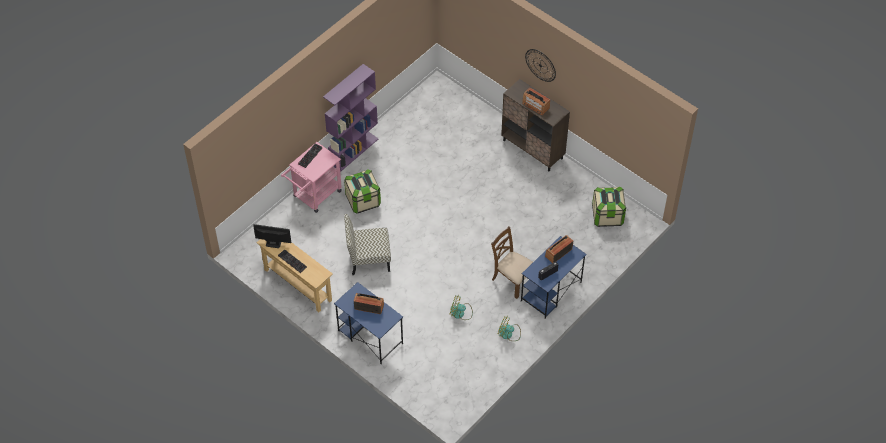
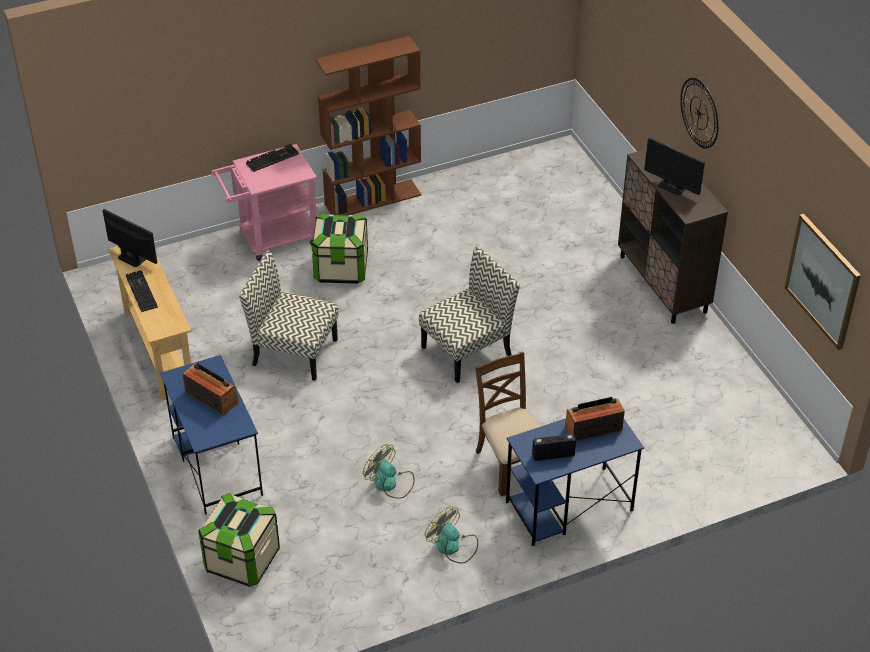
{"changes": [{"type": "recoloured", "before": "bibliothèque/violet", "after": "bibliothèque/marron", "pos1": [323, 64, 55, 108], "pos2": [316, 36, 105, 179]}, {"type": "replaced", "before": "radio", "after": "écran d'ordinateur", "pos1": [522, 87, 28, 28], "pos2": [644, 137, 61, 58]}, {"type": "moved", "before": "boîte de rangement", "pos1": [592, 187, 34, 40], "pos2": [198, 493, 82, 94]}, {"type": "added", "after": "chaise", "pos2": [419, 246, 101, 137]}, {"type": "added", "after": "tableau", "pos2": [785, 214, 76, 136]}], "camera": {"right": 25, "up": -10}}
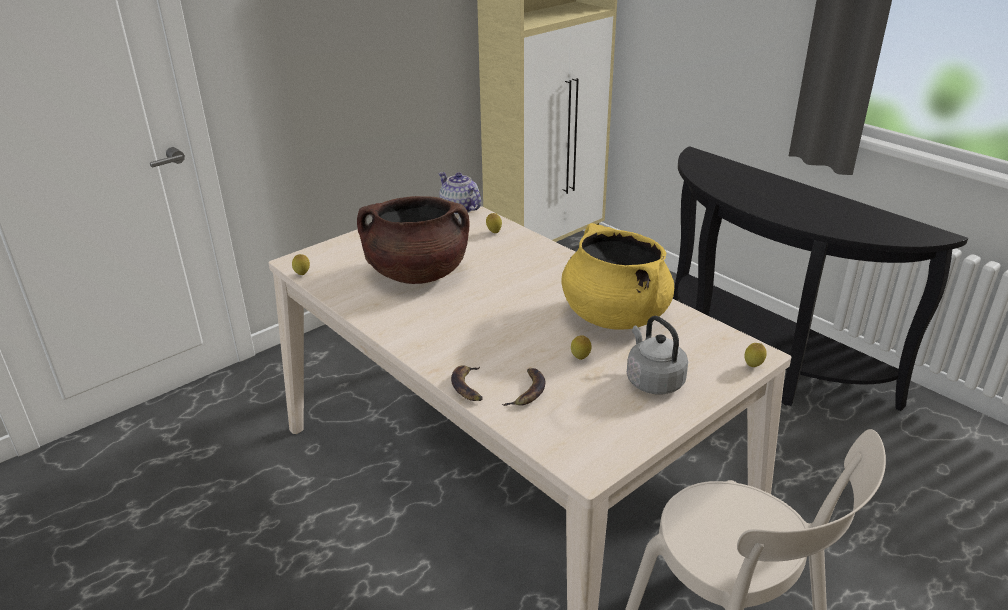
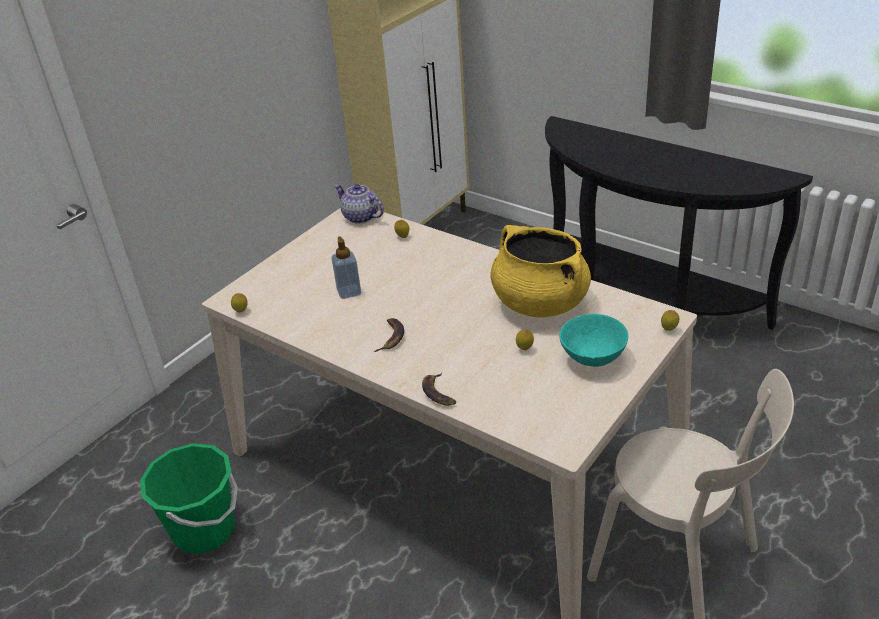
{"changes": [{"type": "replaced", "before": "marmite/marron", "after": "distributeur de savon", "pos1": [357, 196, 113, 88], "pos2": [331, 236, 30, 63]}, {"type": "moved", "before": "banane", "pos1": [502, 368, 43, 38], "pos2": [374, 318, 30, 34]}, {"type": "replaced", "before": "bouilloire/gris", "after": "bol/turquoise", "pos1": [627, 316, 61, 79], "pos2": [559, 314, 69, 53]}, {"type": "added", "after": "seau/vert", "pos2": [140, 443, 98, 111]}], "camera": {"right": -10, "up": 5}}
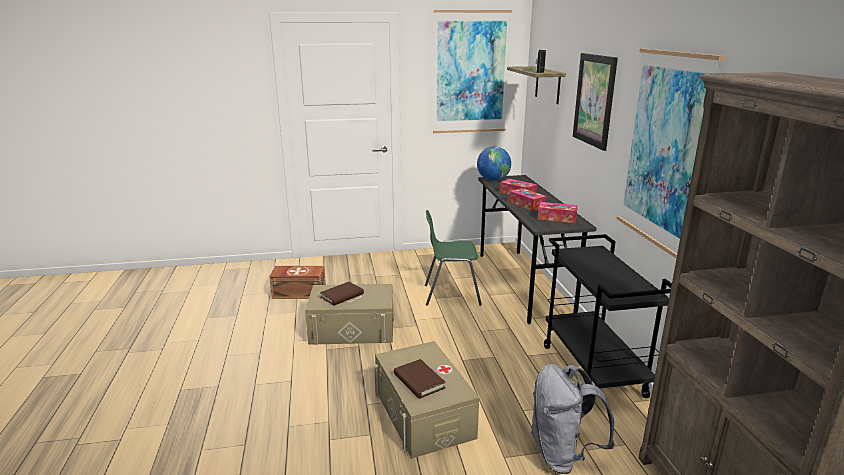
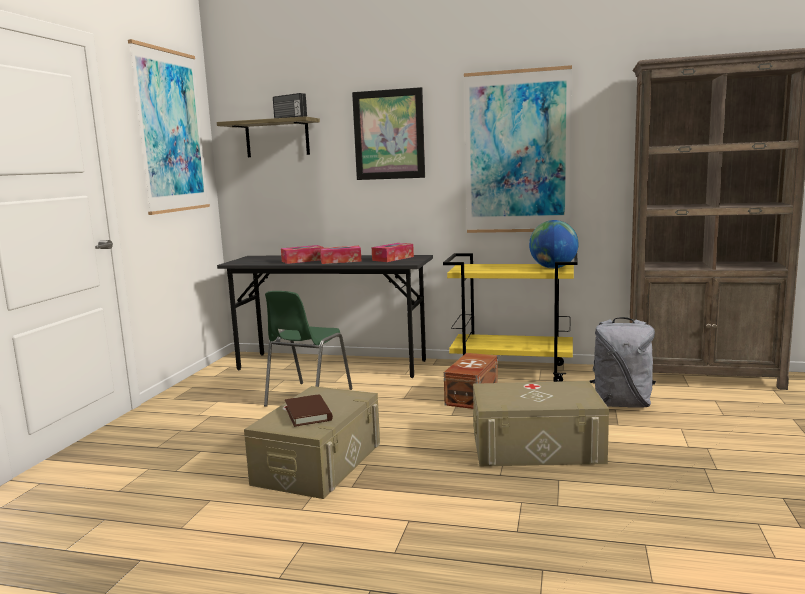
{"changes": [{"type": "moved", "before": "boîte de rangement/marron", "pos1": [269, 266, 57, 33], "pos2": [444, 353, 54, 56]}, {"type": "removed", "before": "livre/marron", "pos1": [394, 359, 52, 40]}, {"type": "moved", "before": "globe", "pos1": [477, 146, 34, 35], "pos2": [529, 220, 50, 49]}, {"type": "recoloured", "before": "chariot/noir", "after": "chariot/jaune", "pos1": [544, 234, 128, 167], "pos2": [443, 253, 135, 129]}], "camera": {"right": -65, "up": -10}}
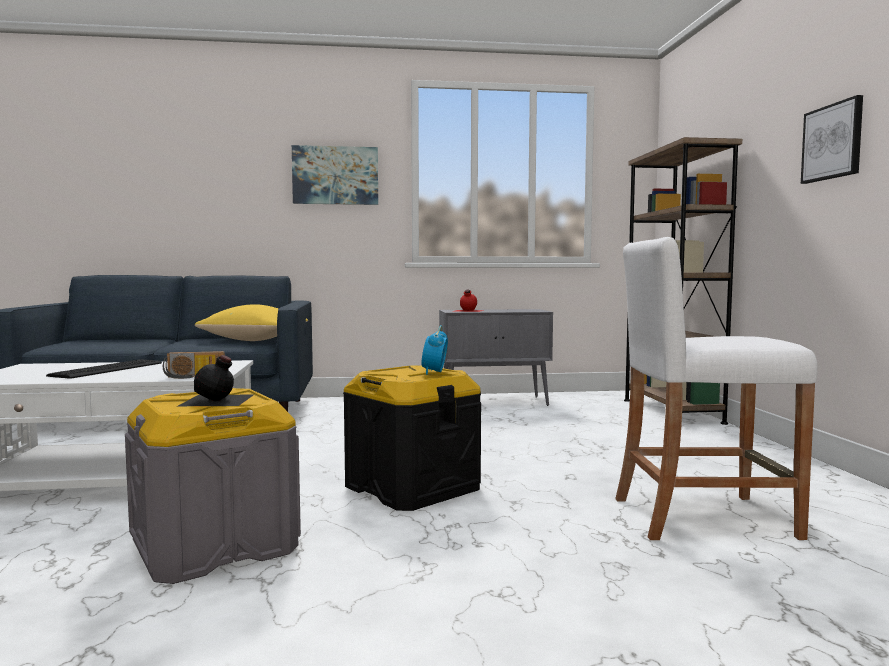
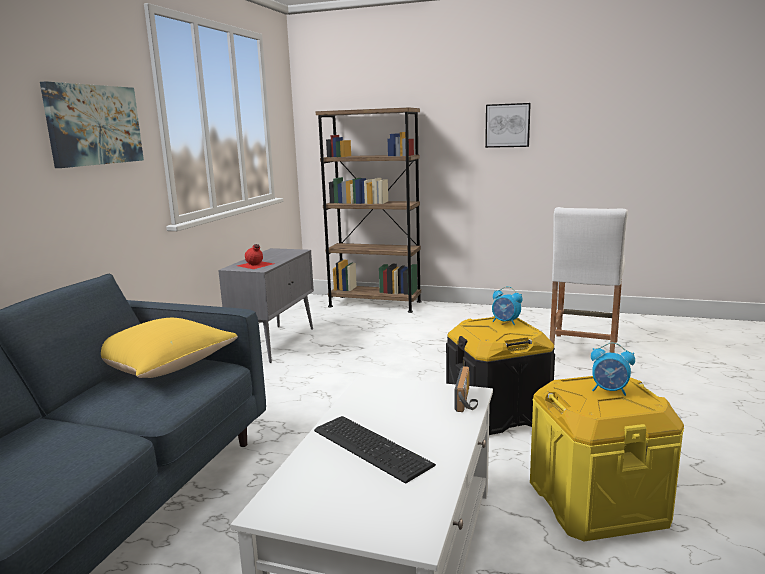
{"changes": [{"type": "recoloured", "before": "boîte de rangement/gris", "after": "boîte de rangement/jaune", "pos1": [125, 388, 176, 196], "pos2": [530, 376, 154, 165]}, {"type": "replaced", "before": "bouteille/noir", "after": "réveil", "pos1": [178, 355, 75, 51], "pos2": [591, 343, 44, 53]}], "camera": {"right": -65, "up": 10}}
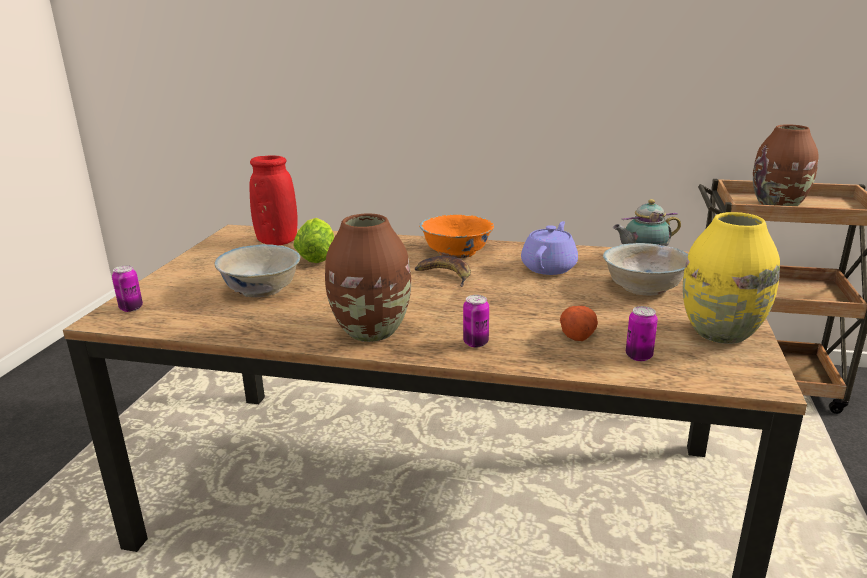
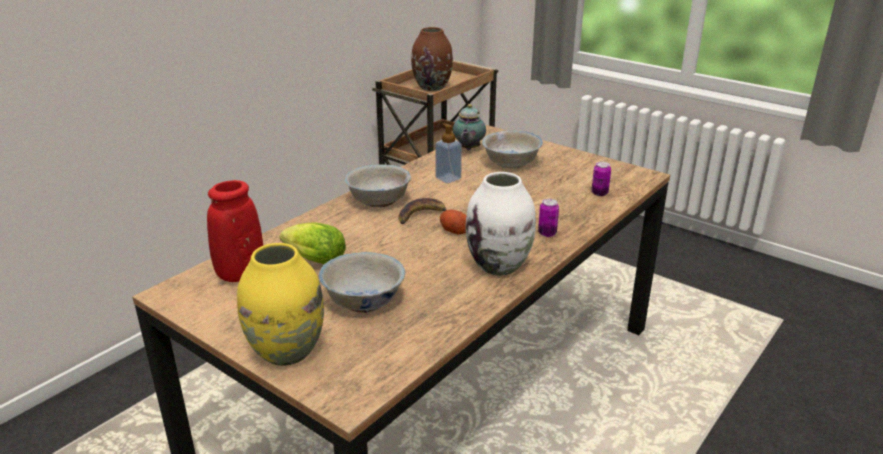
{"changes": [{"type": "removed", "before": "boîte métallique", "pos1": [112, 265, 31, 47]}, {"type": "recoloured", "before": "vase/marron", "after": "vase/blanc", "pos1": [325, 213, 86, 129], "pos2": [466, 172, 70, 104]}, {"type": "recoloured", "before": "bol/orange", "after": "bol/blanc", "pos1": [419, 214, 75, 44], "pos2": [344, 165, 67, 42]}, {"type": "replaced", "before": "théière/violet", "after": "distributeur de savon", "pos1": [521, 221, 57, 54], "pos2": [435, 123, 27, 60]}, {"type": "moved", "before": "pomme de terre", "pos1": [560, 306, 38, 35], "pos2": [440, 210, 26, 24]}, {"type": "moved", "before": "vase/jaune", "pos1": [683, 212, 97, 132], "pos2": [237, 243, 87, 123]}], "camera": {"right": -65, "up": 5}}
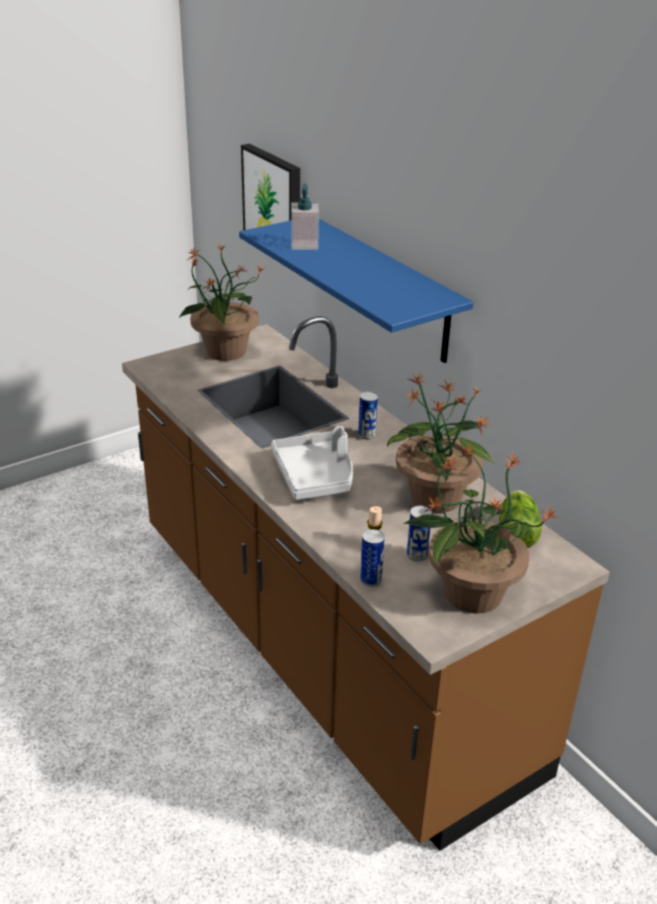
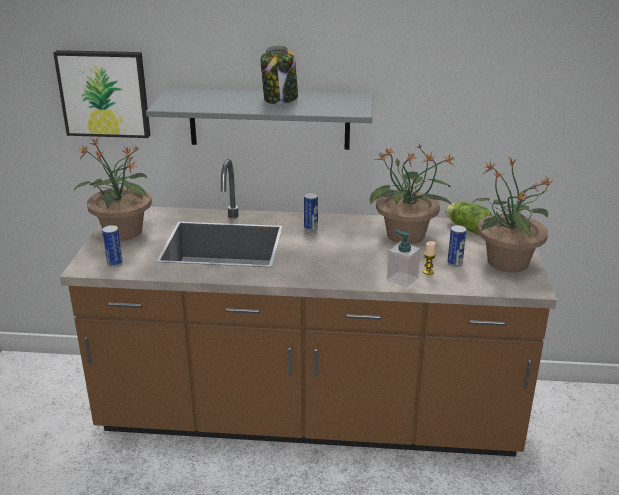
{"changes": [{"type": "recoloured", "before": "étagère/bleu", "after": "étagère/gris", "pos1": [239, 219, 235, 144], "pos2": [146, 88, 227, 62]}, {"type": "removed", "before": "plateau/gris", "pos1": [271, 426, 82, 74]}, {"type": "moved", "before": "distributeur de savon", "pos1": [291, 184, 28, 66], "pos2": [387, 230, 34, 57]}, {"type": "moved", "before": "boîte métallique", "pos1": [360, 529, 25, 58], "pos2": [102, 225, 21, 42]}, {"type": "added", "after": "bocal", "pos2": [261, 46, 37, 58]}], "camera": {"right": -50, "up": -5}}
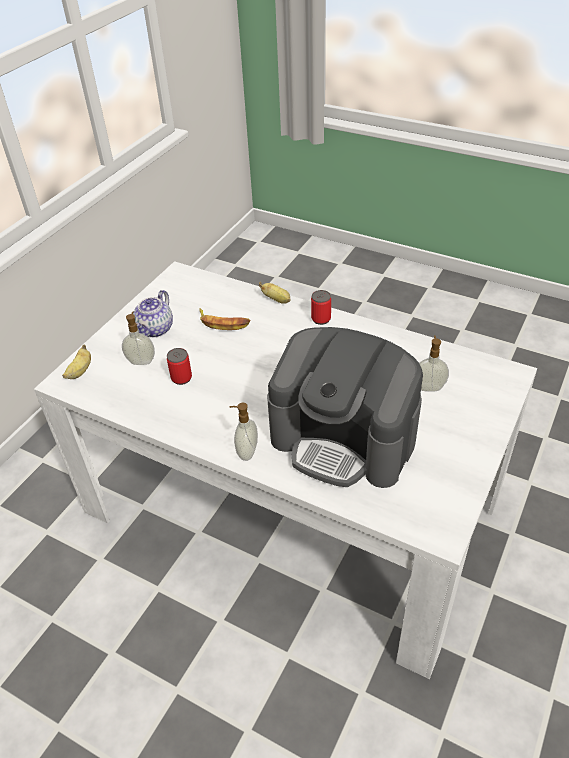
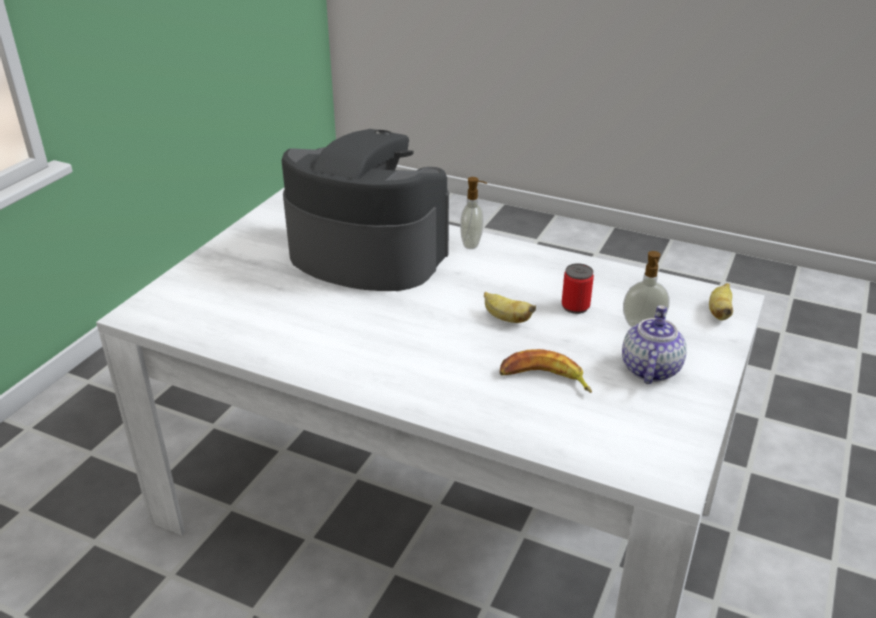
{"changes": [{"type": "moved", "before": "banane", "pos1": [259, 282, 32, 22], "pos2": [484, 292, 52, 31]}, {"type": "removed", "before": "boîte métallique", "pos1": [311, 290, 20, 35]}, {"type": "removed", "before": "distributeur de savon", "pos1": [419, 336, 30, 56]}], "camera": {"right": 175, "up": -10}}
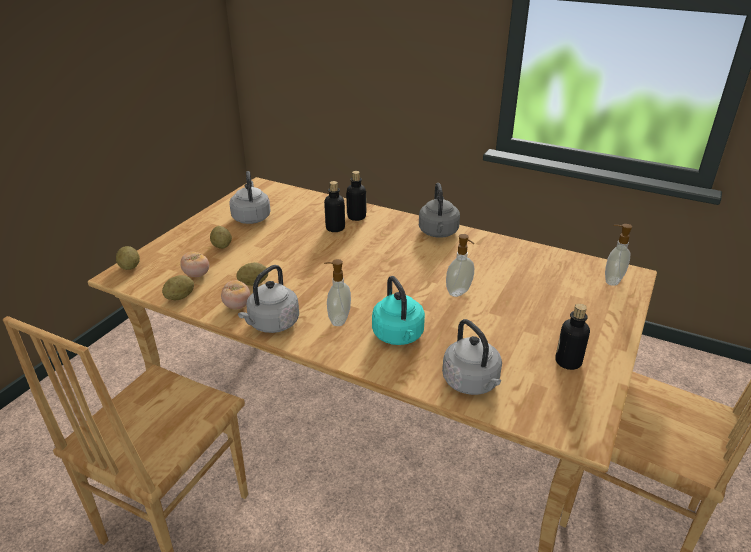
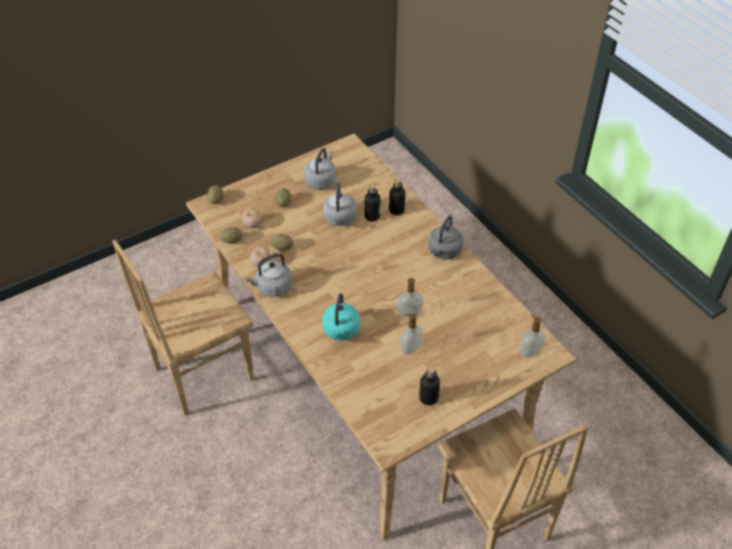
{"changes": [{"type": "moved", "before": "distributeur de savon", "pos1": [324, 259, 27, 67], "pos2": [400, 313, 23, 42]}, {"type": "moved", "before": "bouilloire/gris", "pos1": [442, 319, 60, 76], "pos2": [323, 182, 34, 44]}], "camera": {"right": 30, "up": 15}}
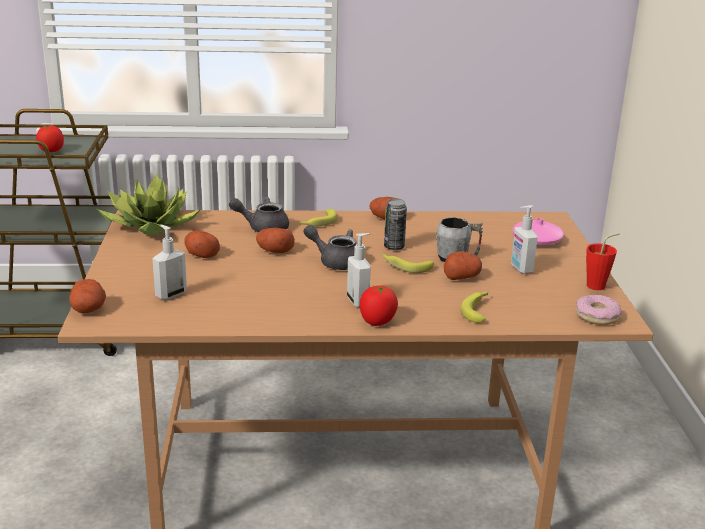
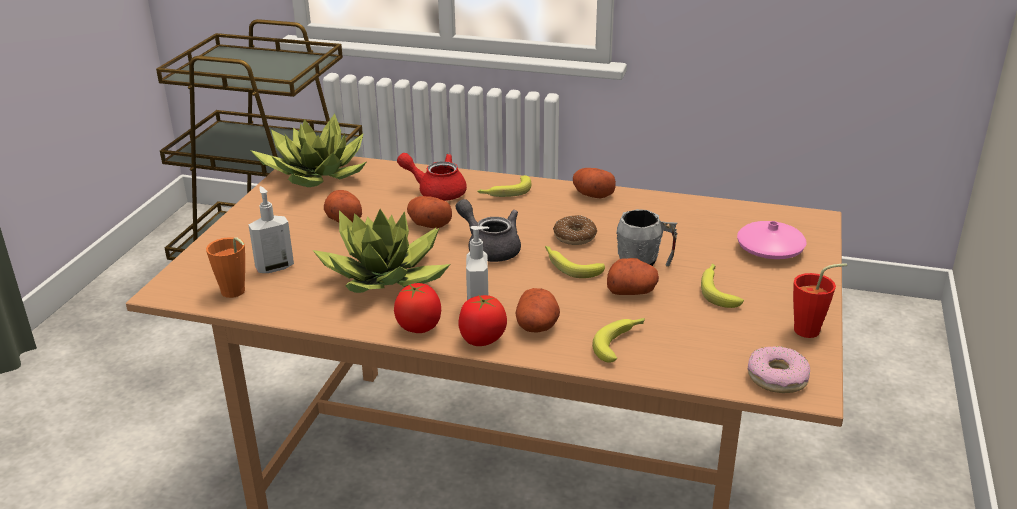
{"changes": [{"type": "moved", "before": "tomate", "pos1": [36, 125, 28, 27], "pos2": [394, 283, 47, 50]}, {"type": "moved", "before": "pomme de terre", "pos1": [69, 279, 37, 34], "pos2": [515, 288, 45, 45]}, {"type": "recoloured", "before": "théière/gris", "after": "théière/rouge", "pos1": [229, 197, 60, 35], "pos2": [397, 153, 70, 48]}, {"type": "replaced", "before": "boîte métallique", "after": "beignet", "pos1": [384, 199, 23, 51], "pos2": [553, 215, 44, 30]}, {"type": "replaced", "before": "distributeur de savon", "after": "banane", "pos1": [511, 205, 27, 69], "pos2": [701, 263, 43, 45]}, {"type": "added", "after": "tasse/orange", "pos2": [206, 237, 39, 61]}, {"type": "added", "after": "plante en pot", "pos2": [313, 209, 137, 84]}], "camera": {"right": 20, "up": 5}}
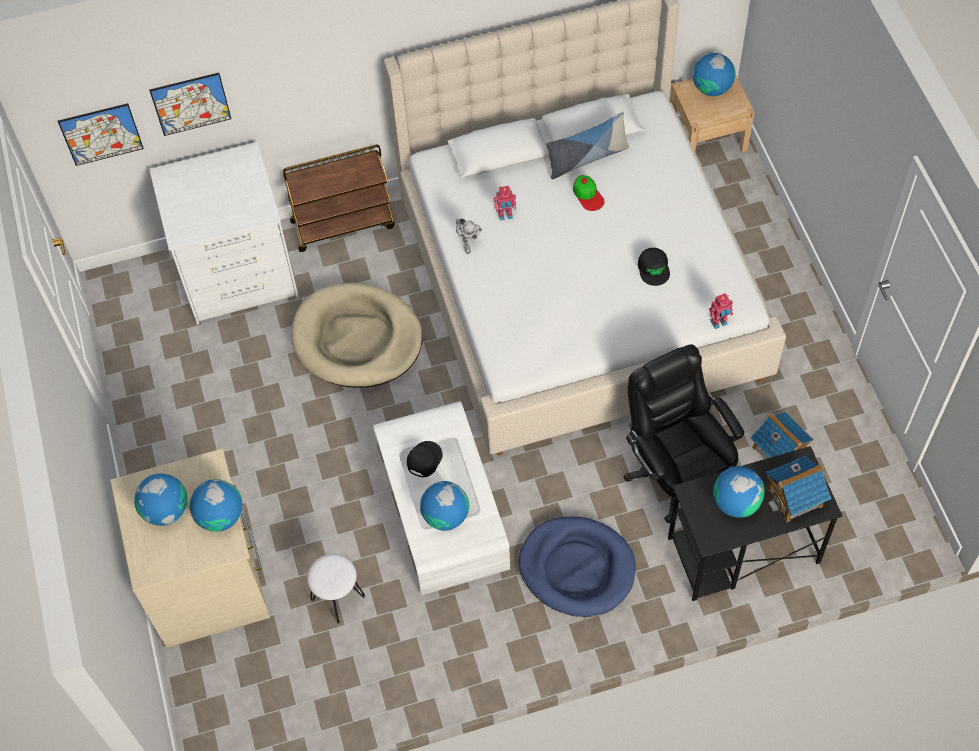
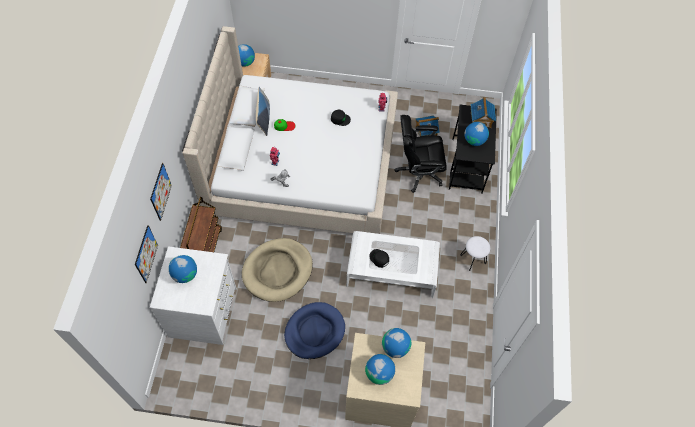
{"changes": [{"type": "moved", "before": "tableau", "pos1": [58, 103, 86, 63], "pos2": [150, 163, 22, 58]}, {"type": "moved", "before": "tabouret/blanc", "pos1": [307, 554, 58, 70], "pos2": [460, 236, 30, 35]}, {"type": "moved", "before": "globe", "pos1": [420, 481, 49, 50], "pos2": [169, 255, 28, 28]}, {"type": "moved", "before": "panier pour chien/bleu", "pos1": [519, 516, 117, 101], "pos2": [284, 302, 61, 57]}], "camera": {"right": -70, "up": 0}}
